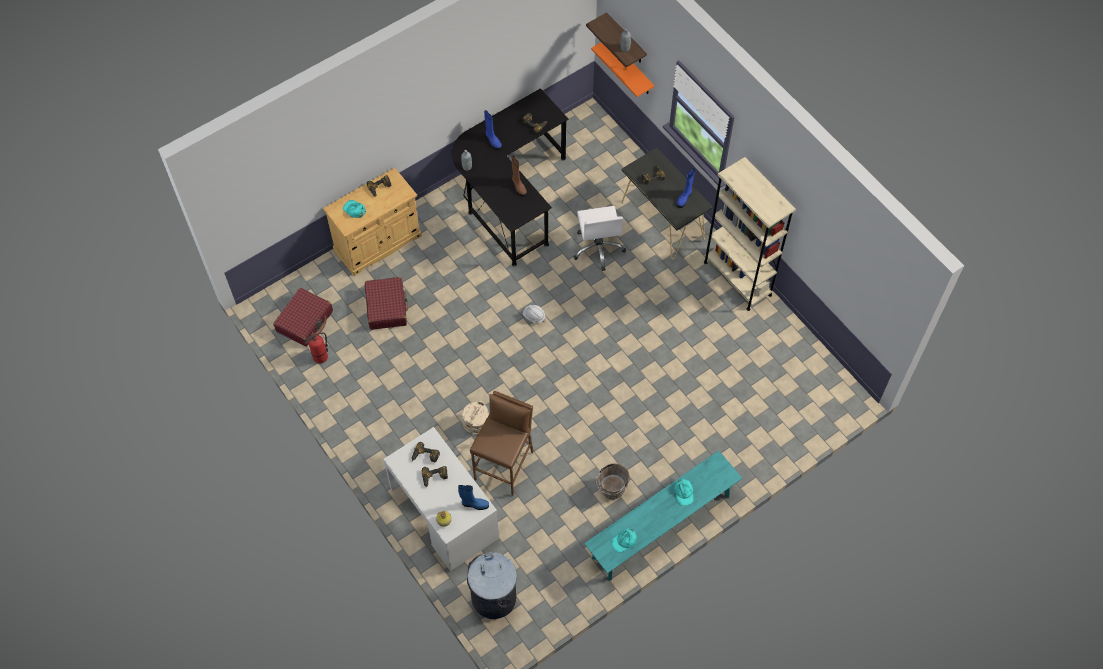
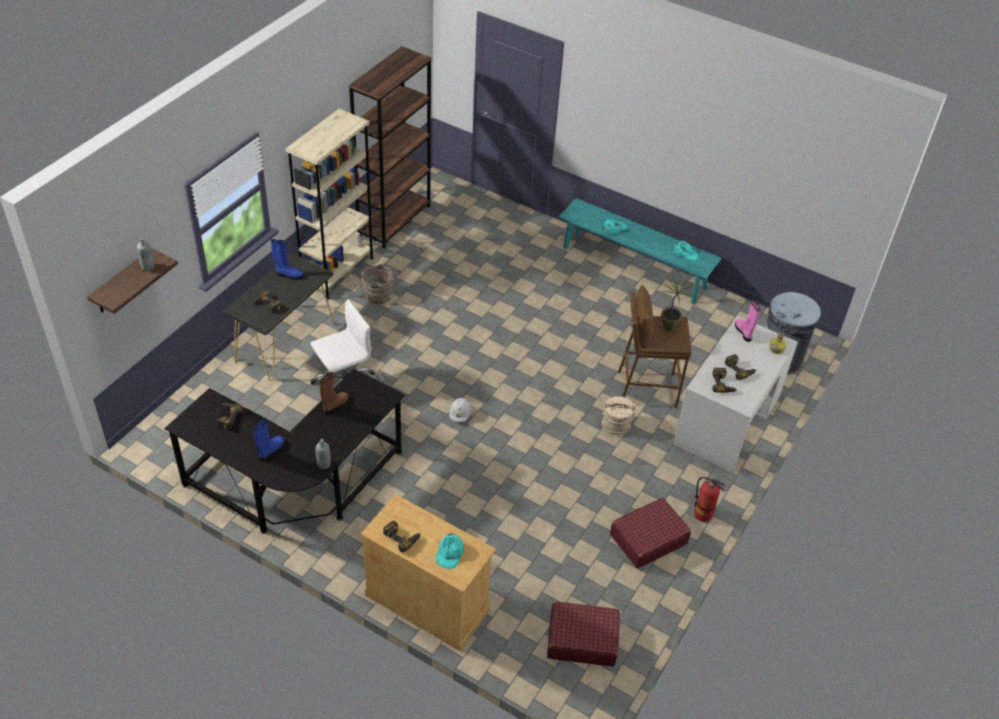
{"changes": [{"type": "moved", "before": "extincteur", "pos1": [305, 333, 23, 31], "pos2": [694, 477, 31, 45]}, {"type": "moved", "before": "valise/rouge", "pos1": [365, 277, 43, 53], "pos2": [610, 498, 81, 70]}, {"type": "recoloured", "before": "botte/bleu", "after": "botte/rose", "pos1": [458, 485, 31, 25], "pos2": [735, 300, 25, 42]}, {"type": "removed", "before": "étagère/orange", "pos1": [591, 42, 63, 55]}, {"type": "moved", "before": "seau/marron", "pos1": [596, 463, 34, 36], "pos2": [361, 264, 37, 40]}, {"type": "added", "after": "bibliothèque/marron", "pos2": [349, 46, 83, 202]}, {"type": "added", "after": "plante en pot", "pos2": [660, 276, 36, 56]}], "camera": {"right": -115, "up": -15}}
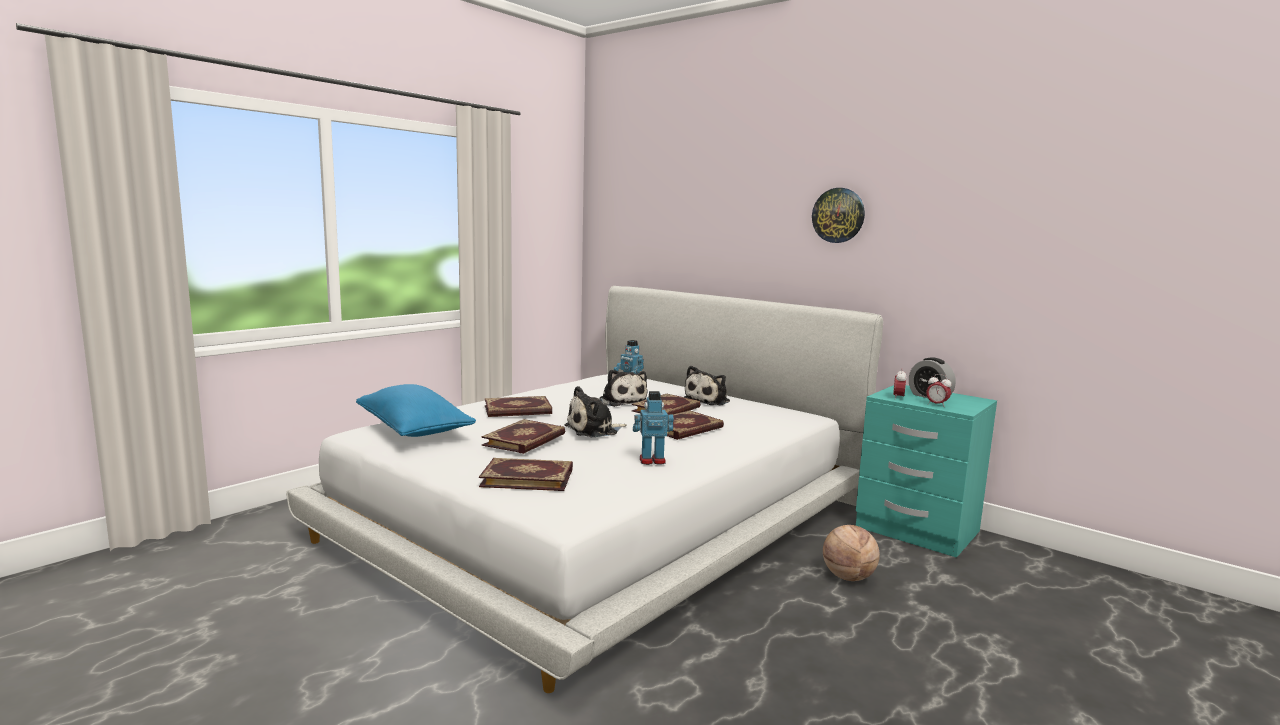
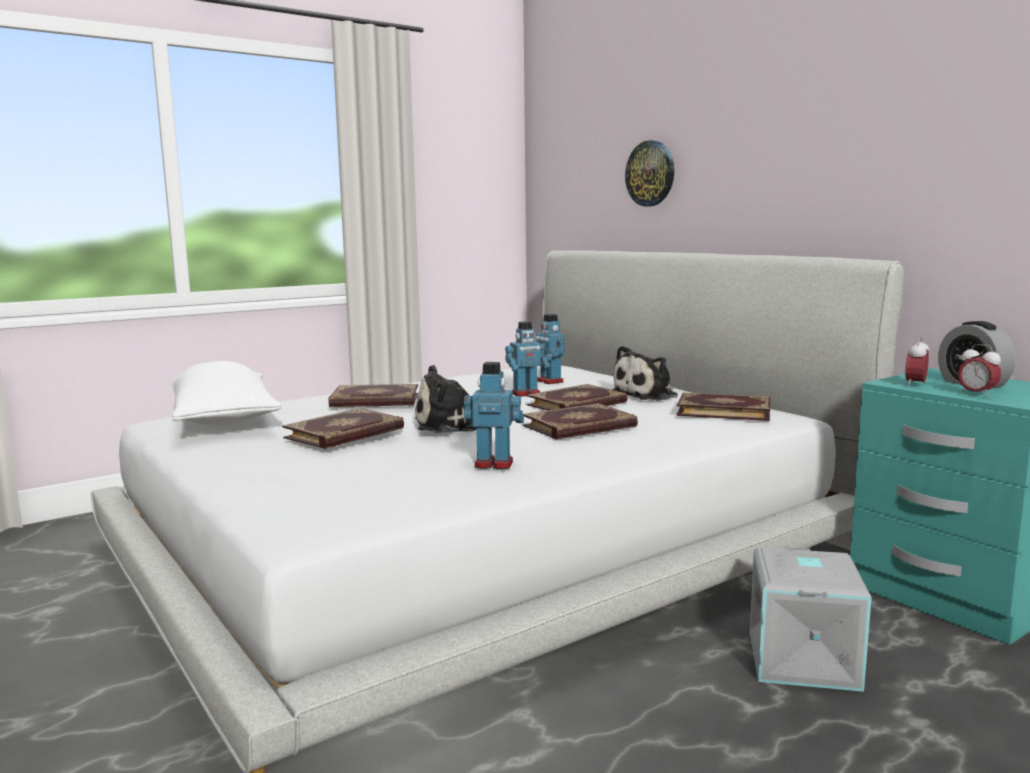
{"changes": [{"type": "recoloured", "before": "coussin/bleu", "after": "coussin/blanc", "pos1": [356, 384, 120, 53], "pos2": [171, 361, 110, 65]}, {"type": "moved", "before": "livre", "pos1": [479, 458, 94, 33], "pos2": [676, 393, 94, 28]}, {"type": "replaced", "before": "peluche", "after": "robot jouet", "pos1": [599, 370, 49, 37], "pos2": [505, 321, 45, 76]}, {"type": "moved", "before": "horloge murale", "pos1": [812, 188, 53, 55], "pos2": [625, 140, 49, 67]}, {"type": "replaced", "before": "ballon de basket", "after": "boîte de rangement/gris", "pos1": [823, 525, 57, 56], "pos2": [750, 547, 122, 145]}], "camera": {"right": 15, "up": 0}}
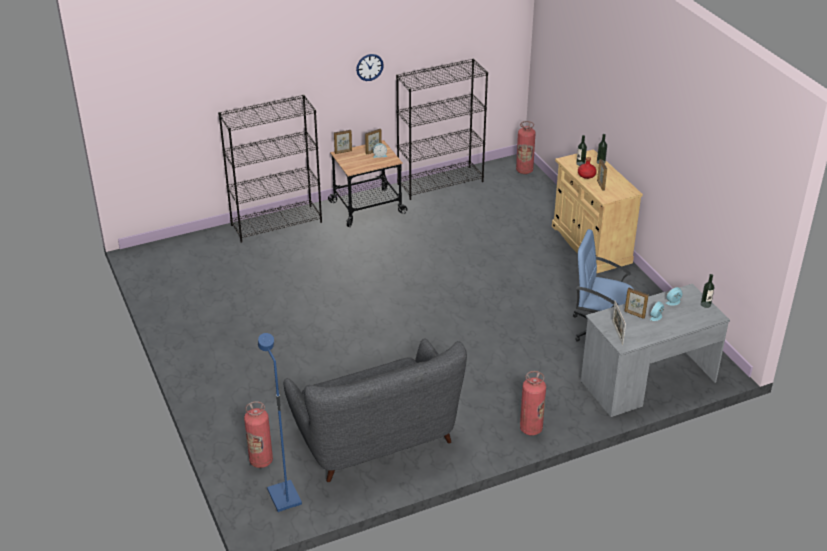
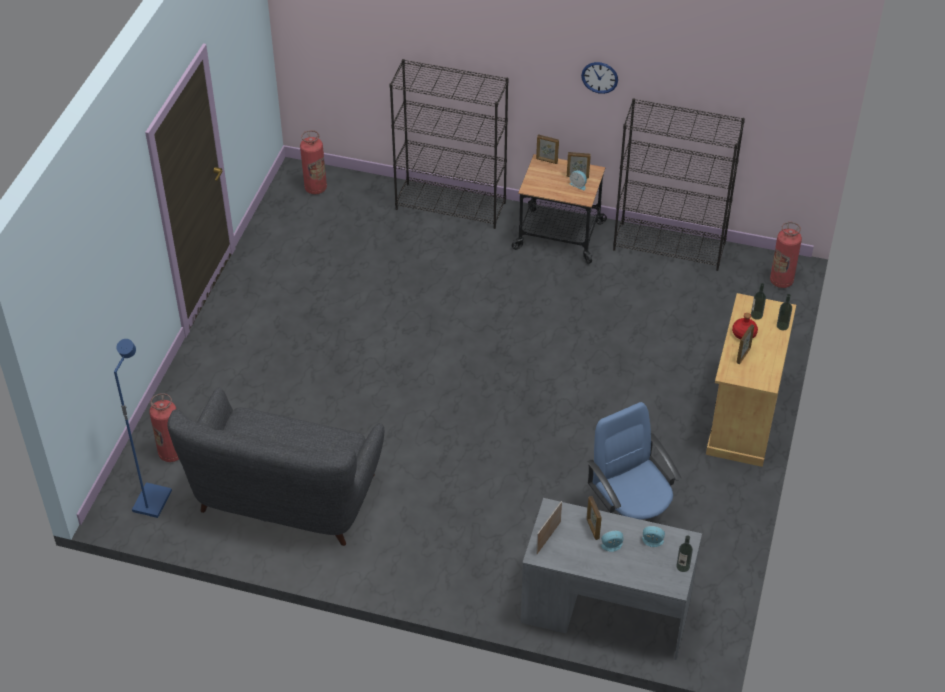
{"changes": [{"type": "moved", "before": "extincteur", "pos1": [520, 371, 26, 65], "pos2": [300, 130, 27, 65]}], "camera": {"right": 40, "up": 10}}
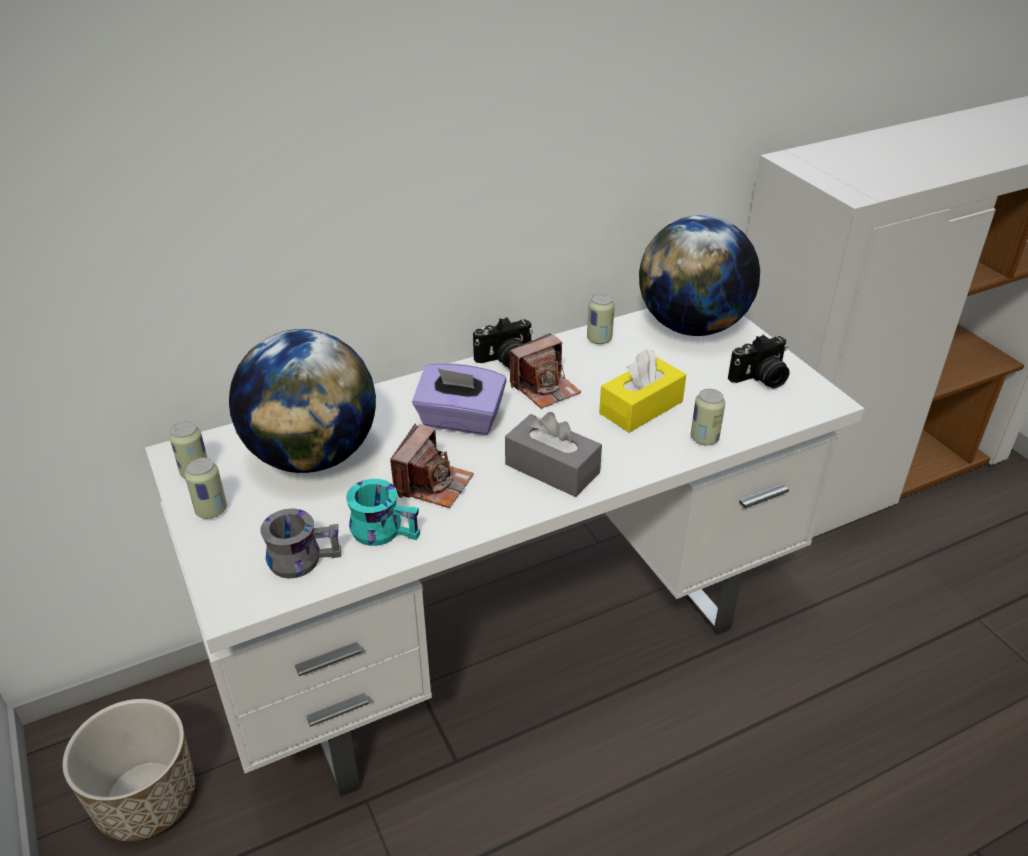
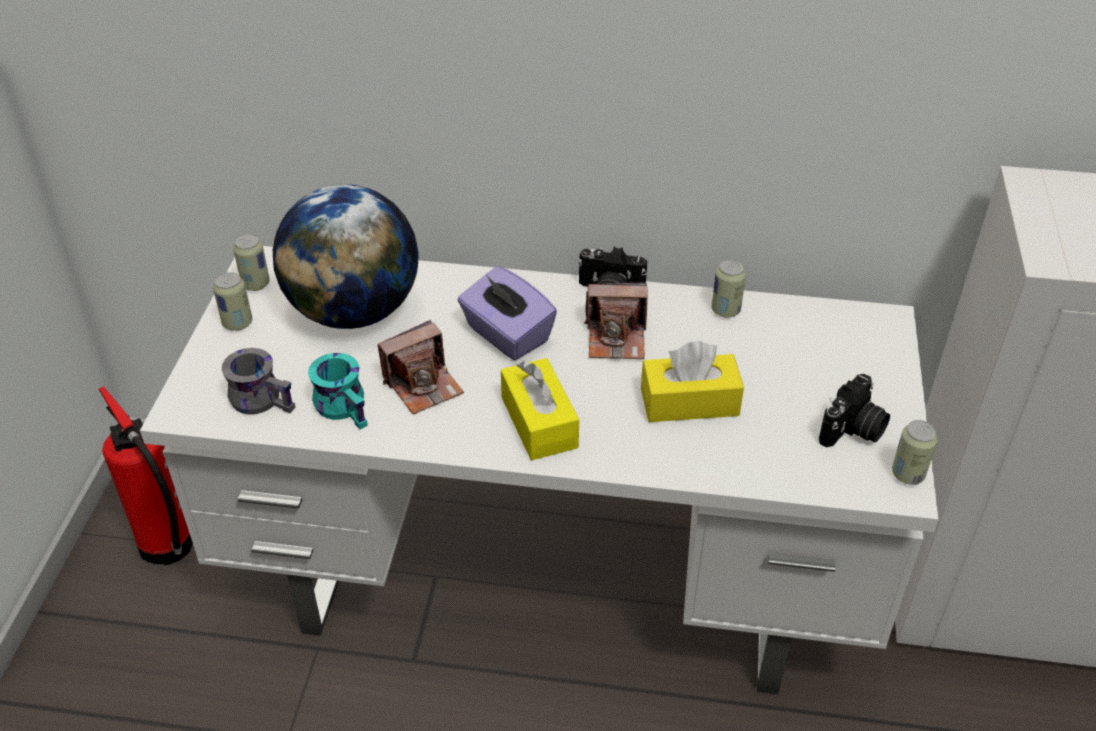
{"changes": [{"type": "replaced", "before": "cache-pot", "after": "extincteur", "pos1": [62, 699, 133, 142], "pos2": [99, 386, 94, 179]}, {"type": "recoloured", "before": "boîte à mouchoirs/gris", "after": "boîte à mouchoirs/jaune", "pos1": [505, 412, 97, 85], "pos2": [501, 358, 78, 102]}, {"type": "removed", "before": "globe", "pos1": [639, 215, 121, 121]}, {"type": "moved", "before": "boîte métallique", "pos1": [691, 389, 34, 57], "pos2": [892, 420, 46, 65]}, {"type": "turned", "before": "appareil photo", "pos1": [728, 335, 62, 54], "pos2": [819, 374, 71, 73], "turn": -60}], "camera": {"right": 35, "up": 5}}
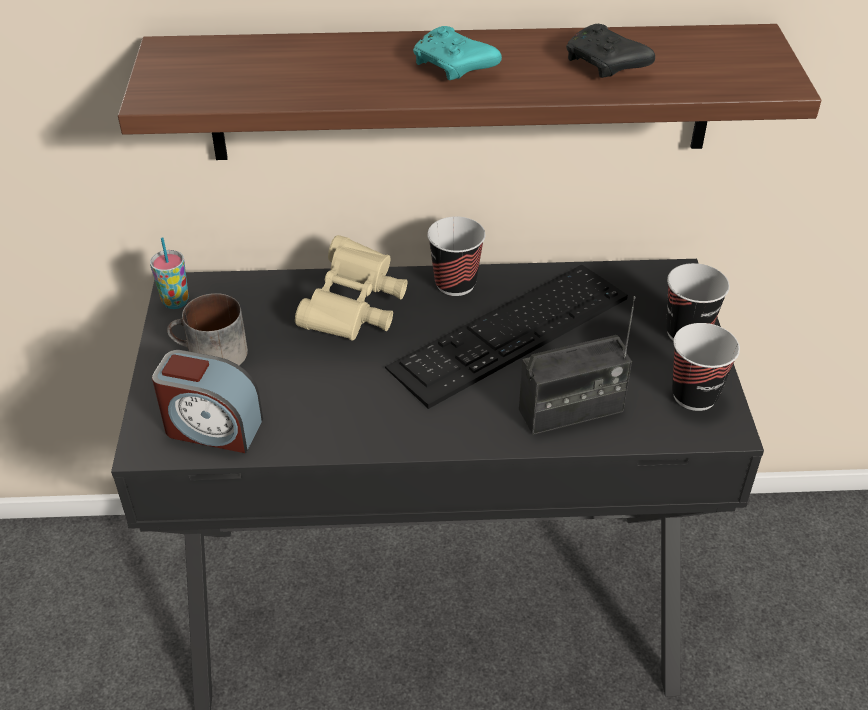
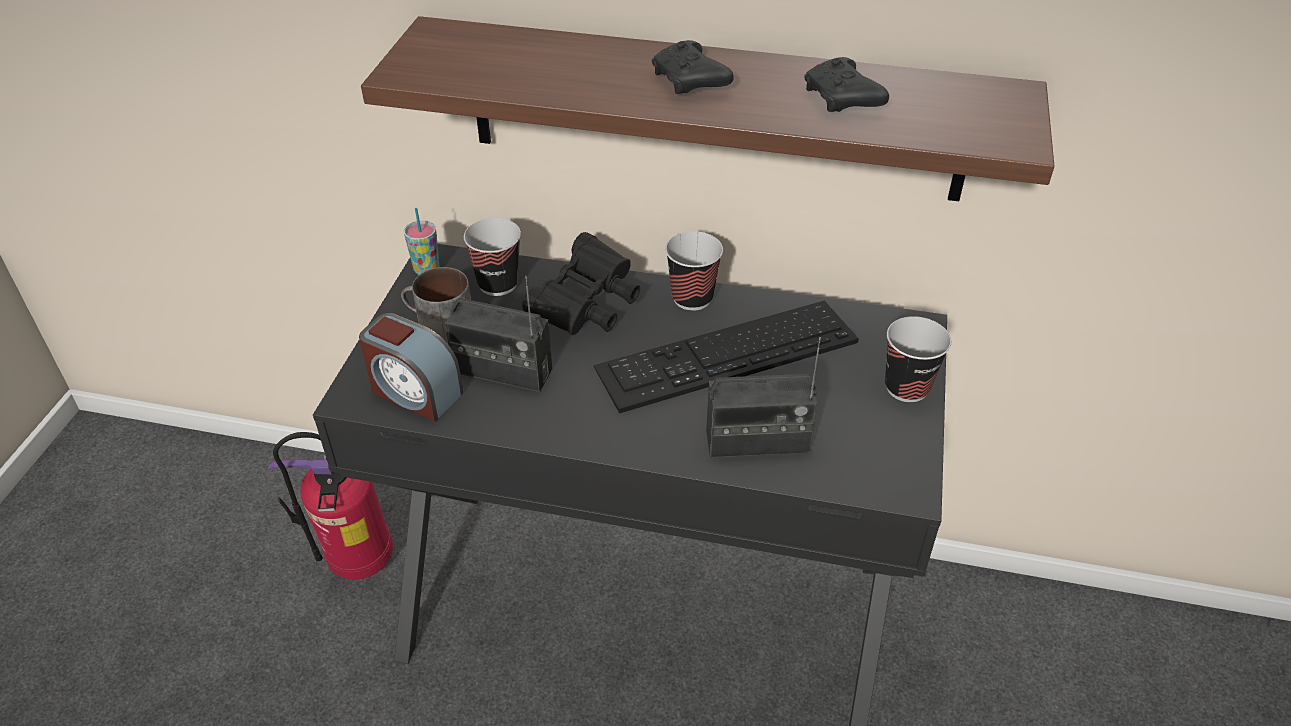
{"changes": [{"type": "recoloured", "before": "jumelles/beige", "after": "jumelles/noir", "pos1": [295, 235, 113, 106], "pos2": [522, 232, 118, 103]}, {"type": "recoloured", "before": "manette/turquoise", "after": "manette/noir", "pos1": [413, 26, 89, 54], "pos2": [652, 40, 82, 54]}, {"type": "moved", "before": "tasse", "pos1": [672, 323, 68, 88], "pos2": [464, 218, 57, 78]}, {"type": "added", "after": "extincteur", "pos2": [268, 432, 125, 148]}, {"type": "added", "after": "radio", "pos2": [445, 276, 107, 116]}], "camera": {"right": 15, "up": 0}}
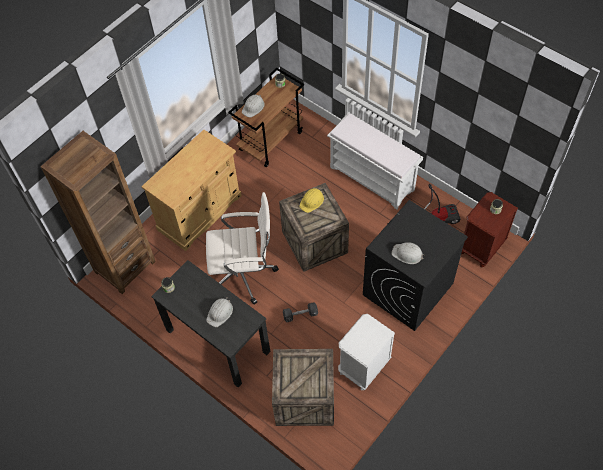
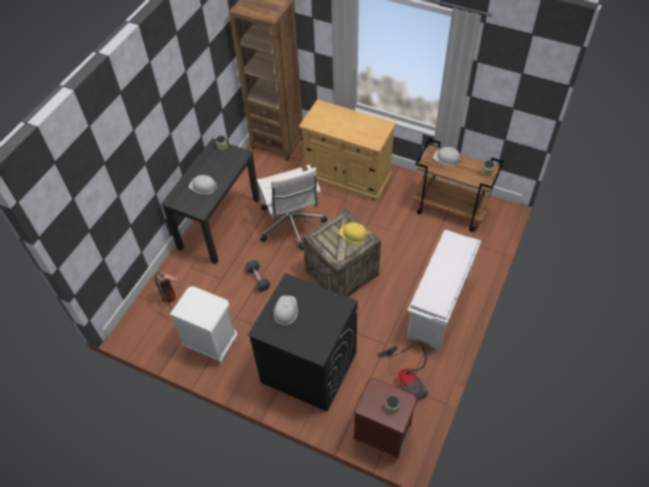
{"changes": [{"type": "replaced", "before": "caisse", "after": "extincteur", "pos1": [272, 349, 62, 77], "pos2": [154, 267, 25, 45]}], "camera": {"right": 75, "up": -5}}
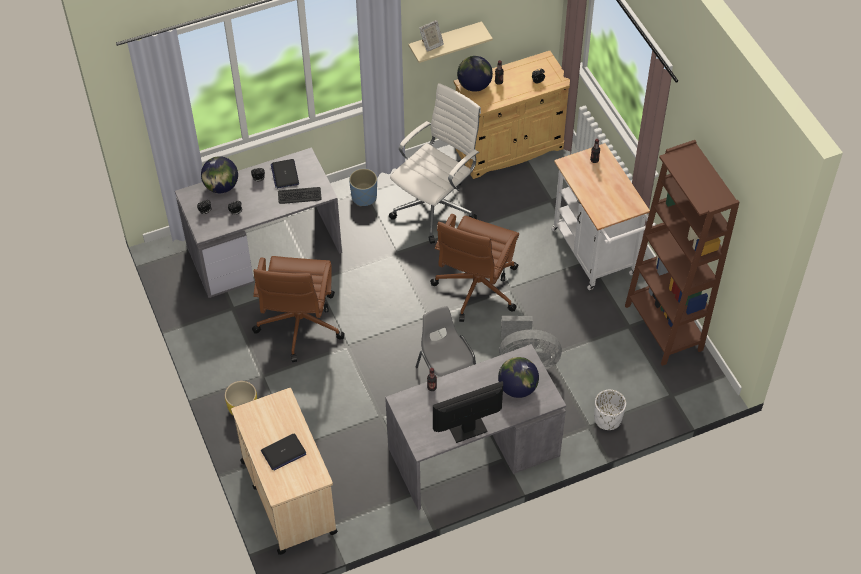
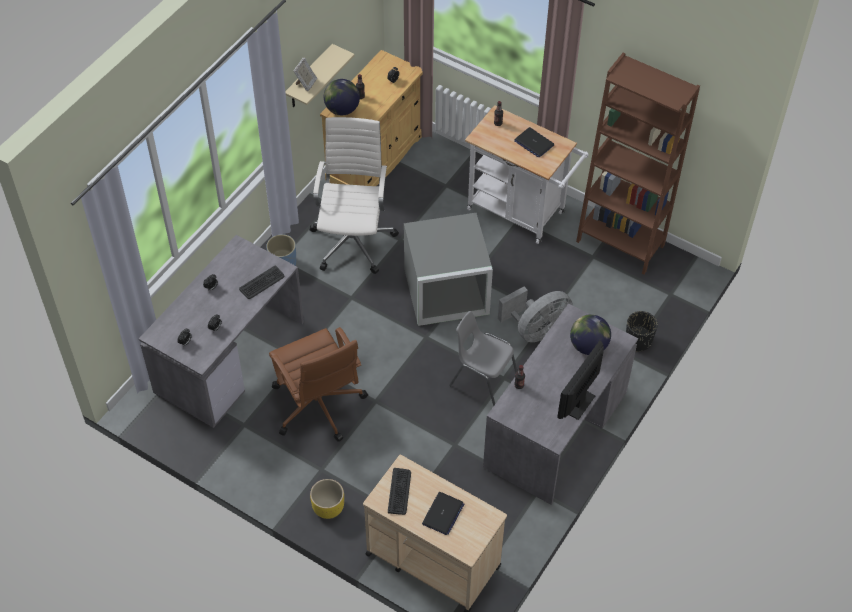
{"changes": [{"type": "removed", "before": "globe", "pos1": [201, 156, 37, 37]}, {"type": "moved", "before": "ordinateur portable", "pos1": [271, 159, 28, 29], "pos2": [514, 127, 40, 31]}, {"type": "replaced", "before": "chaise de bureau/marron", "after": "boîte de rangement/gris", "pos1": [430, 214, 89, 108], "pos2": [404, 213, 89, 113]}, {"type": "recoloured", "before": "cache-pot/blanc", "after": "cache-pot/noir", "pos1": [594, 390, 32, 40], "pos2": [626, 311, 32, 41]}, {"type": "added", "after": "clavier", "pos2": [388, 468, 23, 47]}], "camera": {"right": -35, "up": 0}}
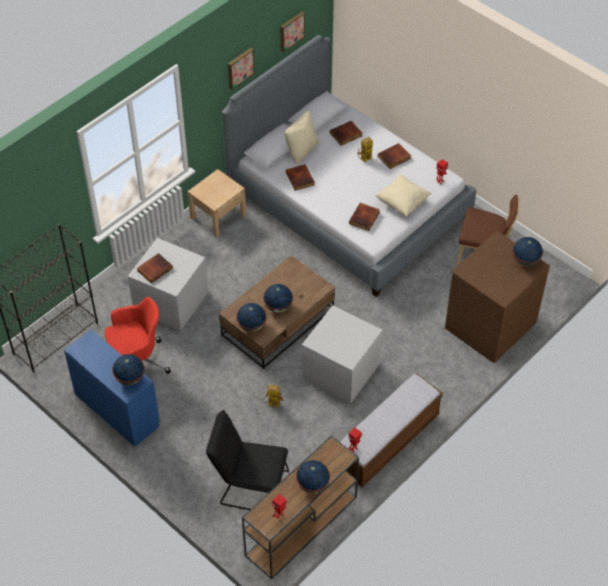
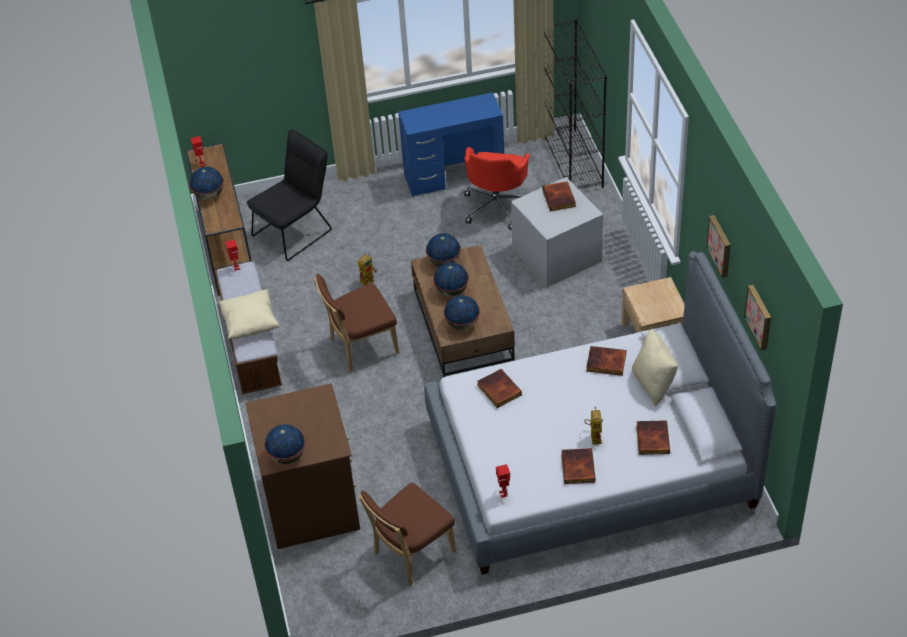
{"changes": [{"type": "moved", "before": "globe", "pos1": [112, 354, 33, 31], "pos2": [444, 295, 36, 35]}, {"type": "replaced", "before": "boîte de rangement/gris", "after": "chaise/marron", "pos1": [302, 305, 81, 99], "pos2": [314, 274, 85, 97]}, {"type": "moved", "before": "coussin/beige", "pos1": [375, 175, 57, 42], "pos2": [218, 290, 61, 49]}], "camera": {"right": 125, "up": -5}}
